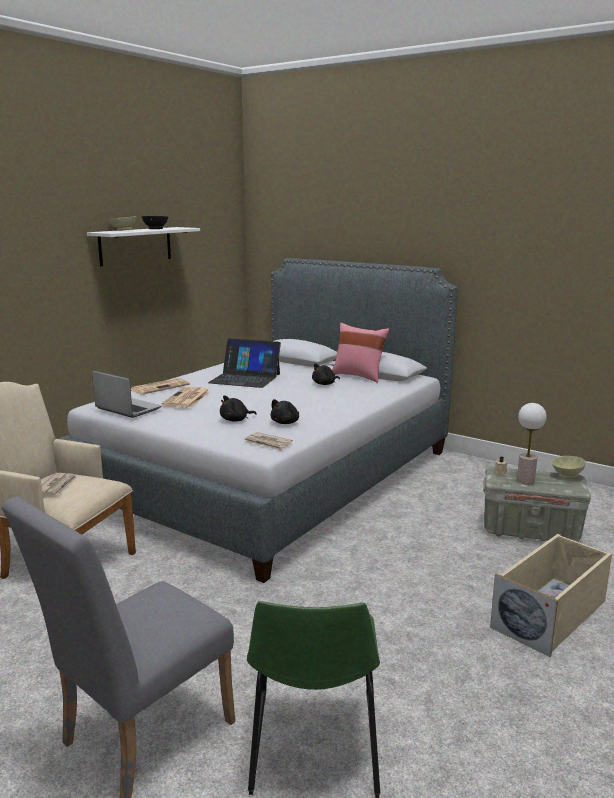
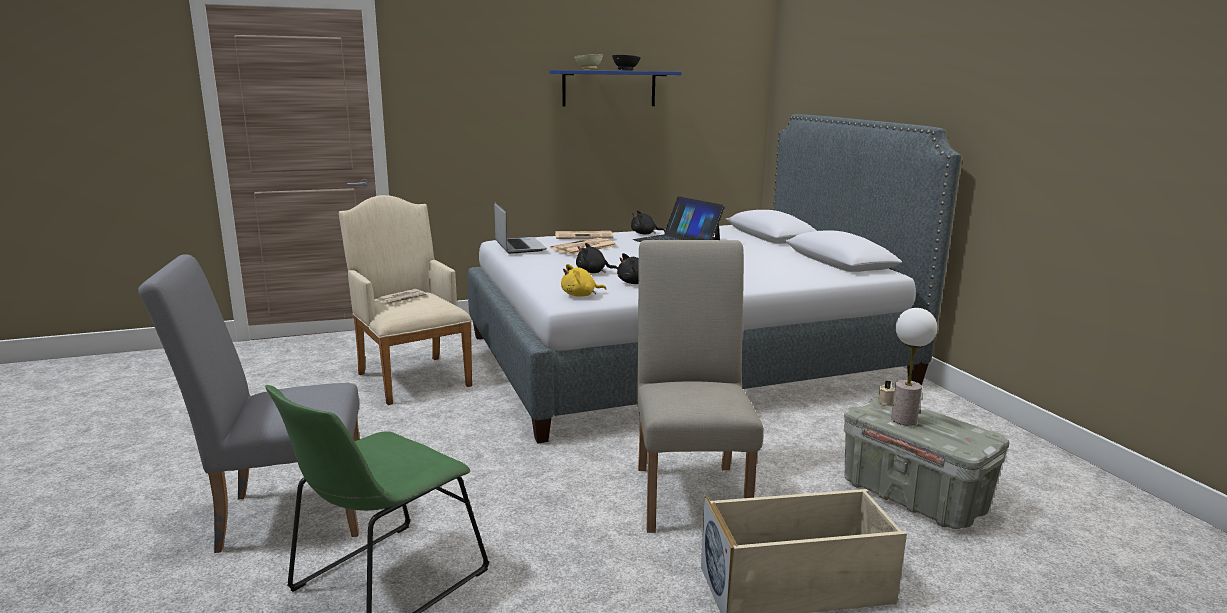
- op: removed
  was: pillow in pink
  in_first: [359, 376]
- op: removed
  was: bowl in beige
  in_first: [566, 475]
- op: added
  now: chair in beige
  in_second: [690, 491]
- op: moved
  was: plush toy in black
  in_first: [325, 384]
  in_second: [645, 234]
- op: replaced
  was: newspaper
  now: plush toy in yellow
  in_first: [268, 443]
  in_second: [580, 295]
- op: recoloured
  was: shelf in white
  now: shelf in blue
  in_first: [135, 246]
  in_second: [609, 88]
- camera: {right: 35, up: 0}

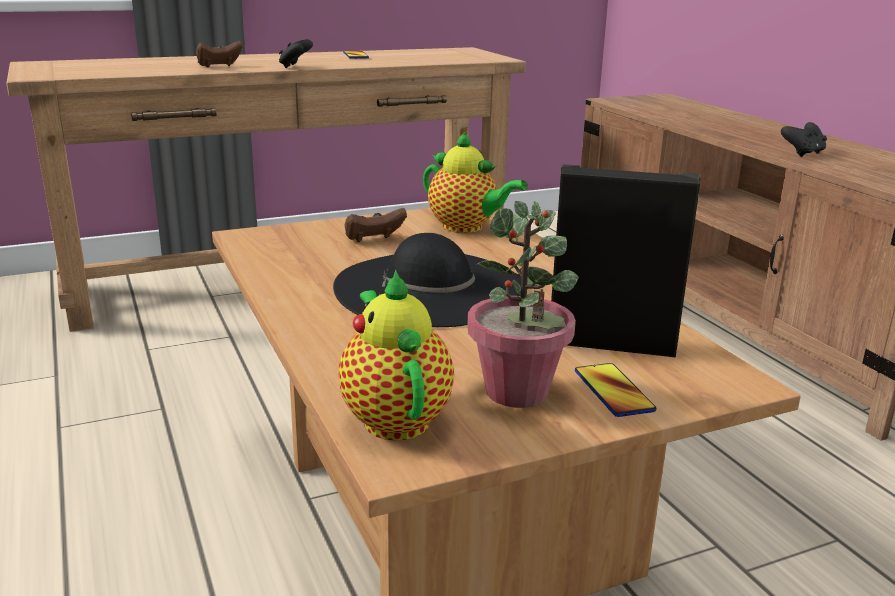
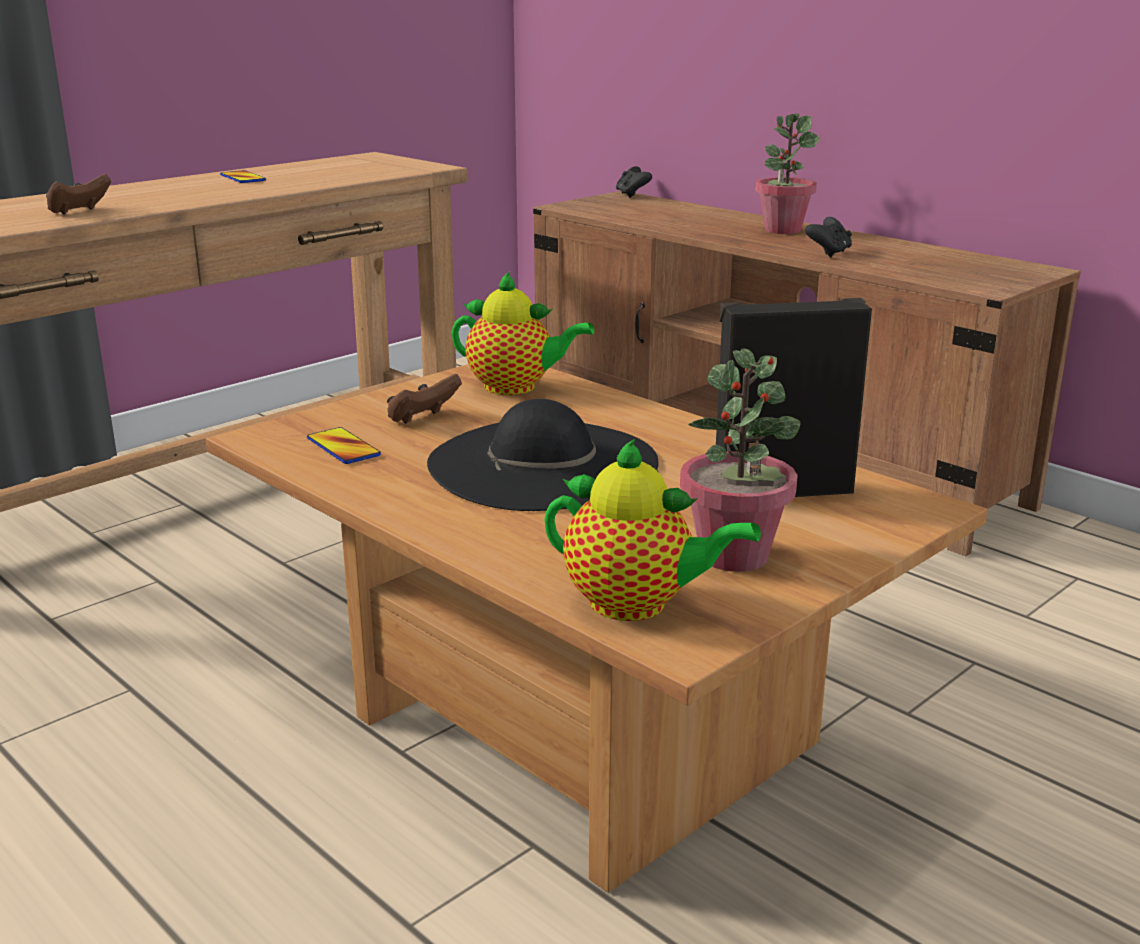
- op: added
  now: potted plant
  in_second: [782, 230]
- op: moved
  was: game controller in black
  in_first: [295, 67]
  in_second: [632, 195]
- op: moved
  was: phone
  in_first: [613, 391]
  in_second: [343, 447]
- op: turned
  was: teapot
  in_first: [394, 417]
  in_second: [636, 604]
  clockwise: 150
- camera: {right: -20, up: 0}

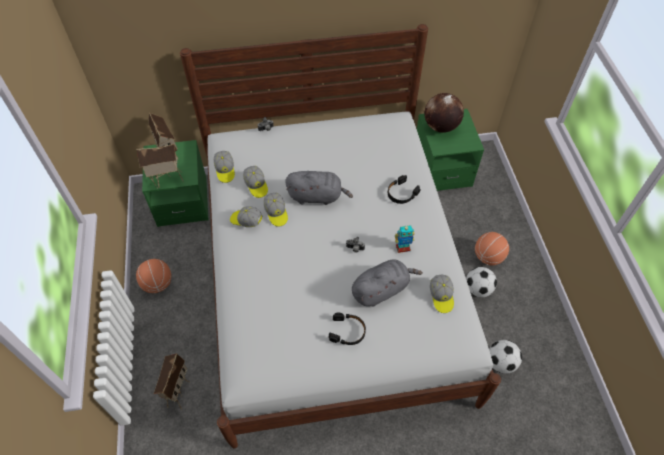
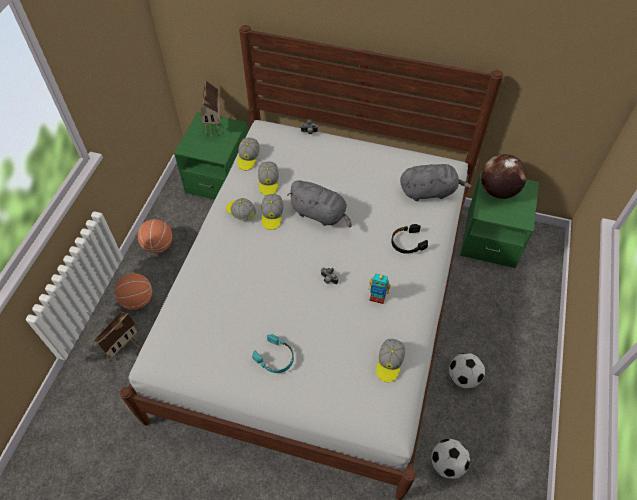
- op: removed
  was: toy house
  in_first: [167, 181]
- op: moved
  was: plush toy in grey
  in_first: [381, 289]
  in_second: [429, 191]
- op: moved
  was: basketball
  in_first: [488, 257]
  in_second: [138, 300]
- op: recoloured
  was: headphones in black
  now: headphones in turquoise
  in_first: [347, 331]
  in_second: [275, 357]
- camera: {right: 25, up: 0}

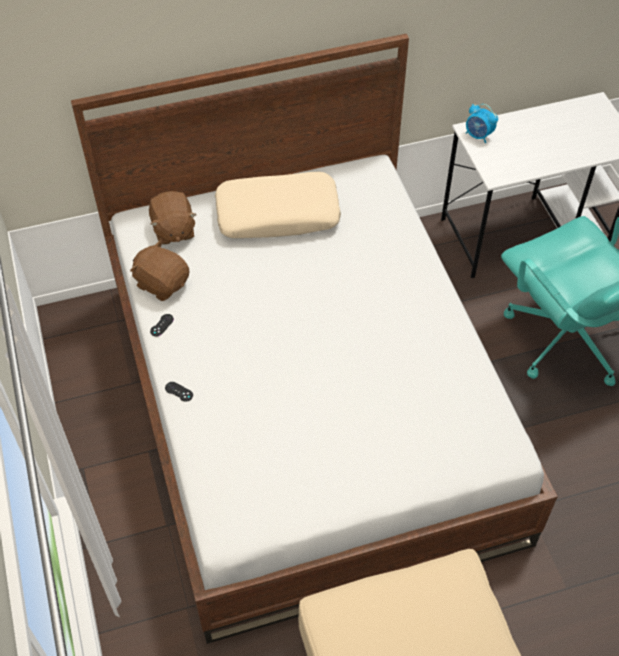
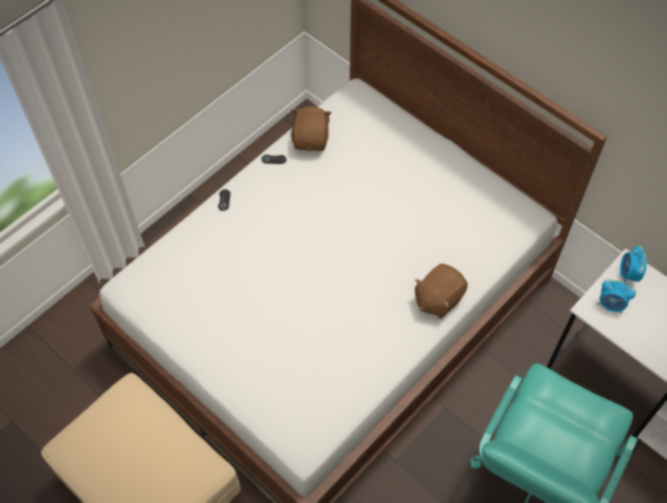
- op: removed
  was: pillow in beige
  in_first: [278, 214]
- op: added
  now: alarm clock
  in_second: [611, 304]
- op: moved
  was: plush toy in brown
  in_first: [173, 230]
  in_second: [438, 298]
- camera: {right: 60, up: 5}

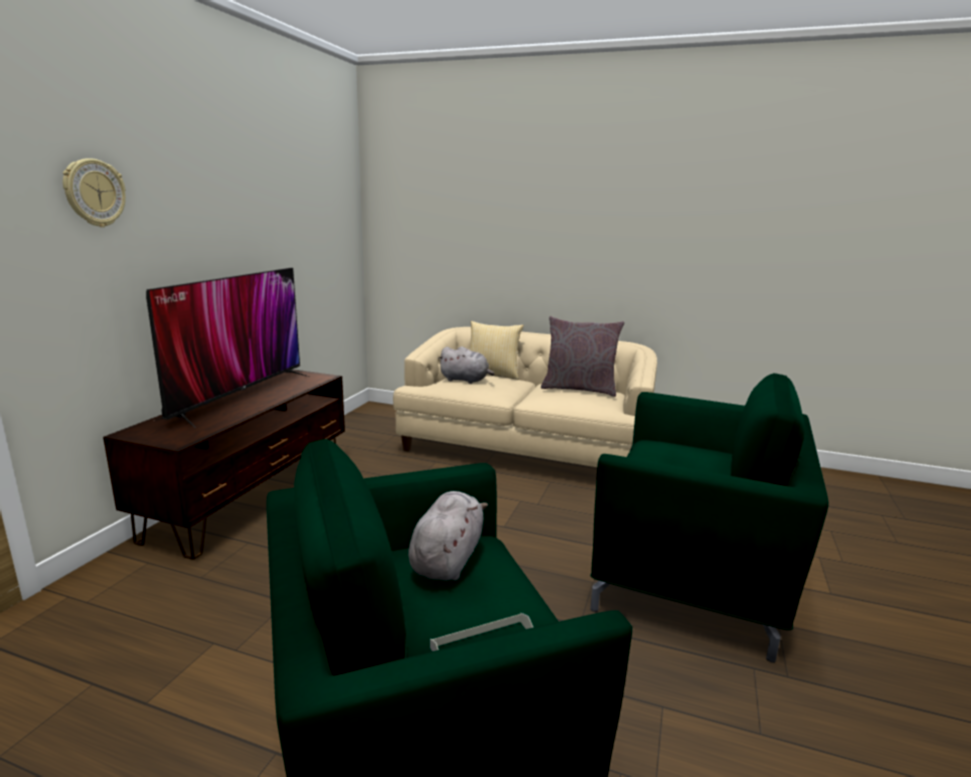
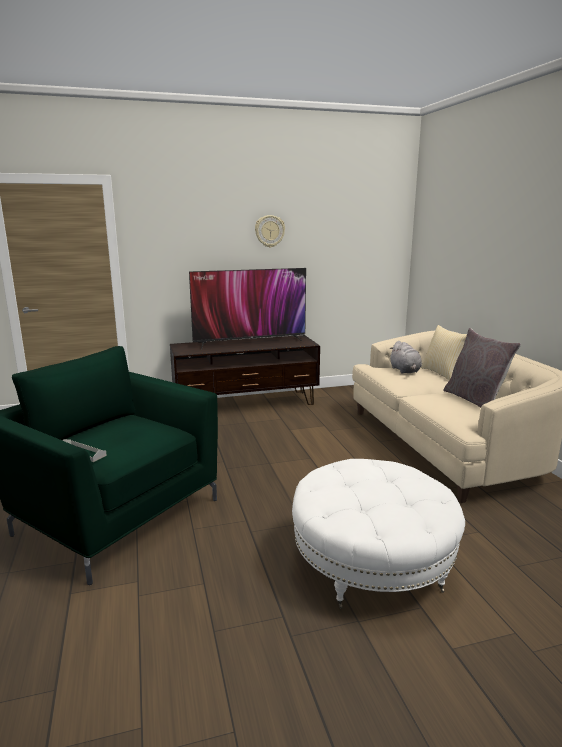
- op: removed
  was: plush toy in grey
  in_first: [448, 559]
- op: moved
  was: wall clock
  in_first: [94, 193]
  in_second: [269, 231]
- op: replaced
  was: armchair in green
  now: ottoman in white
  in_first: [693, 575]
  in_second: [372, 563]
- camera: {right: 55, up: 0}

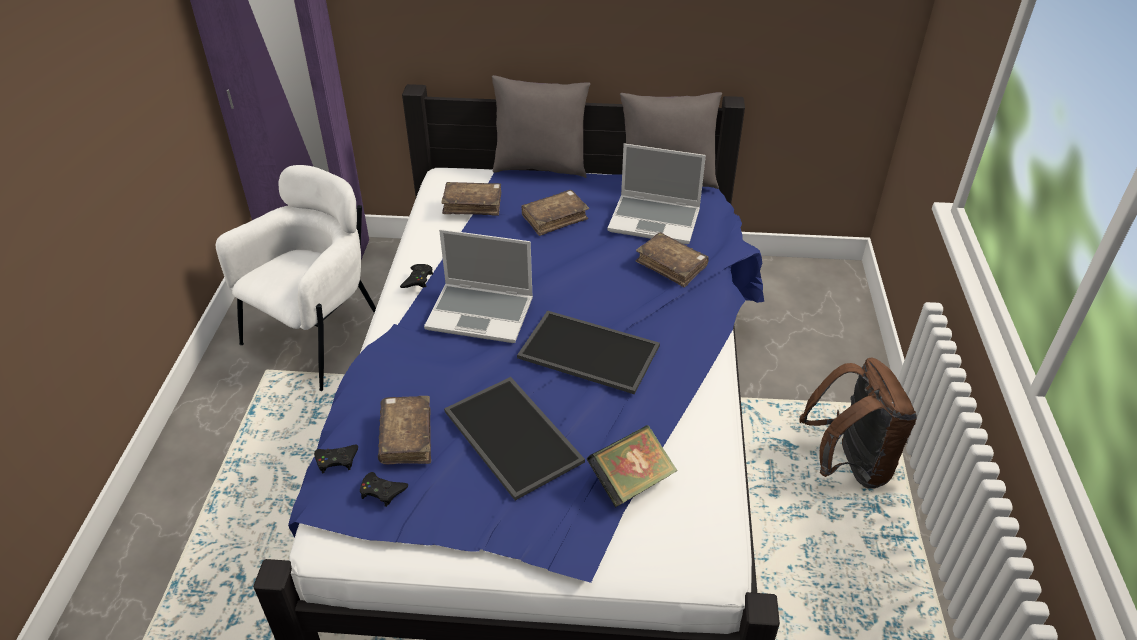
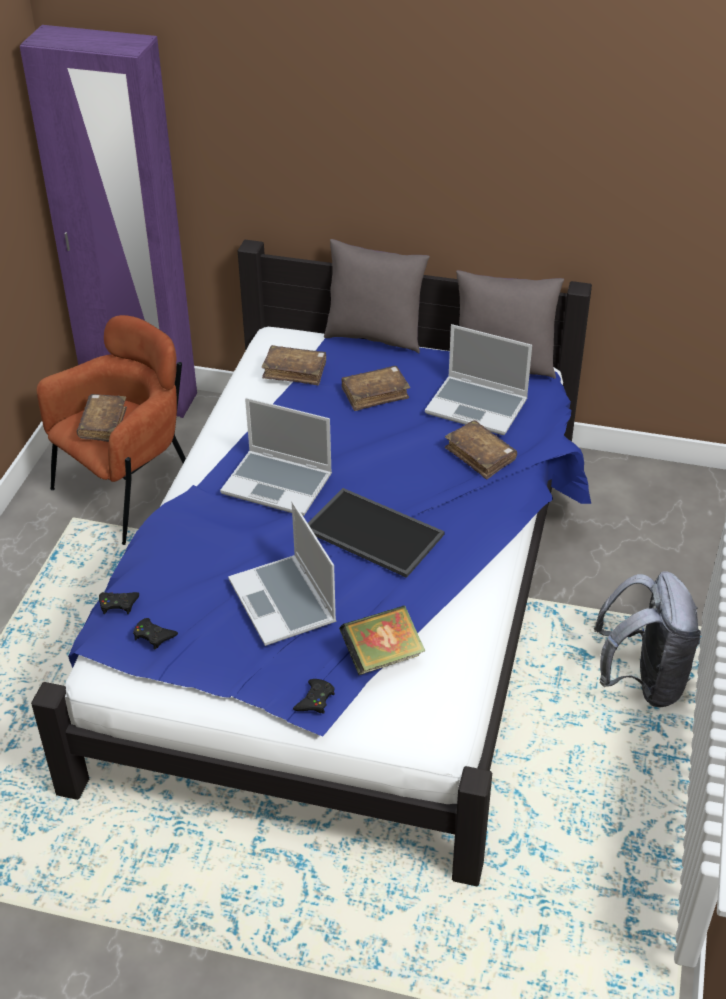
- op: moved
  was: book in brown
  in_first: [406, 437]
  in_second: [103, 424]
- op: moved
  was: game controller in black
  in_first: [417, 279]
  in_second: [315, 700]
- op: replaced
  was: tray
  now: laptop
  in_first: [515, 436]
  in_second: [284, 602]
- op: recoloured
  was: armchair in white
  now: armchair in brown
  in_first: [318, 338]
  in_second: [129, 491]
- op: recoloured
  was: backpack in brown
  now: backpack in grey
  in_first: [848, 464]
  in_second: [642, 681]
- camera: {right: 10, up: 0}

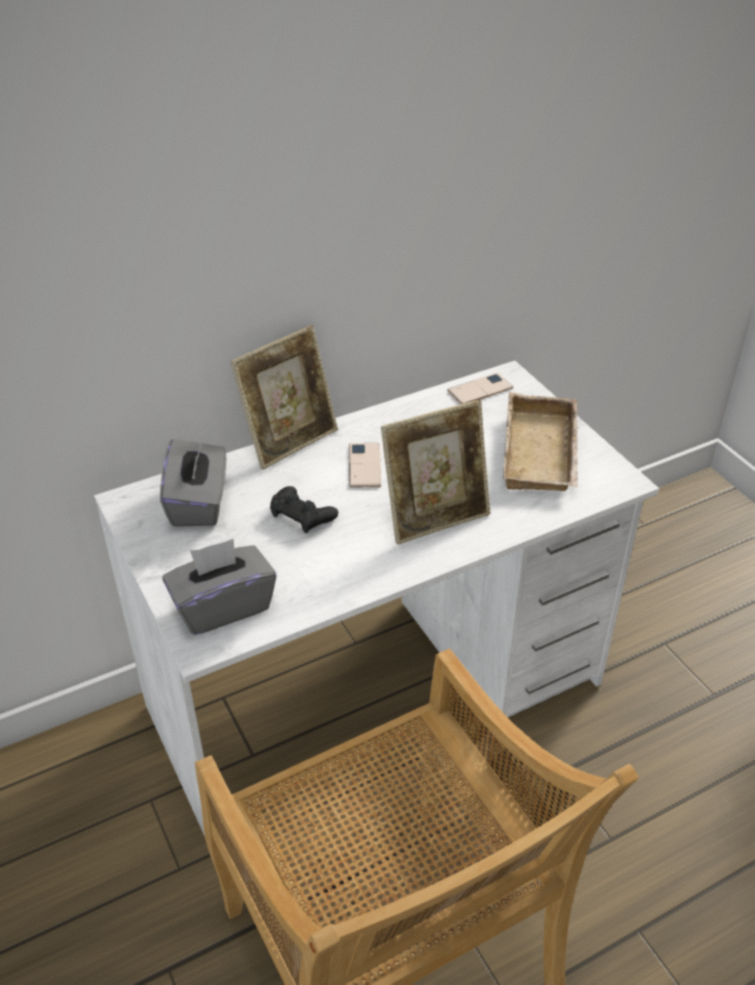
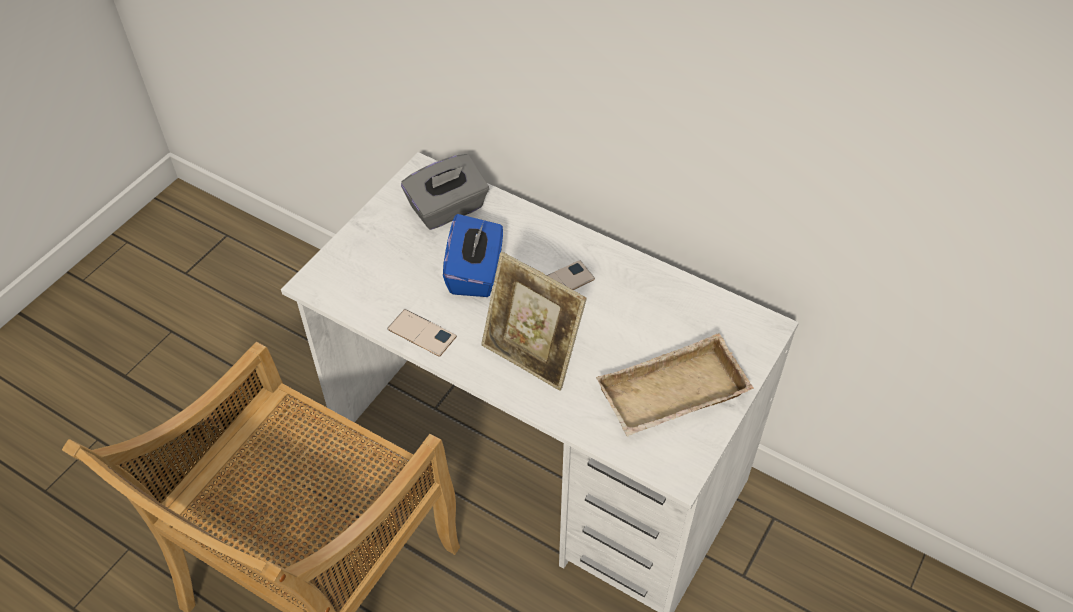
- op: removed
  was: tissue box in grey
  in_first: [222, 606]
- op: removed
  was: picture frame
  in_first: [290, 441]
- op: moved
  was: phone
  in_first: [480, 389]
  in_second: [422, 333]
- op: replaced
  was: game controller in black
  now: tissue box in blue
  in_first: [302, 515]
  in_second: [475, 273]
- camera: {right: 60, up: 10}

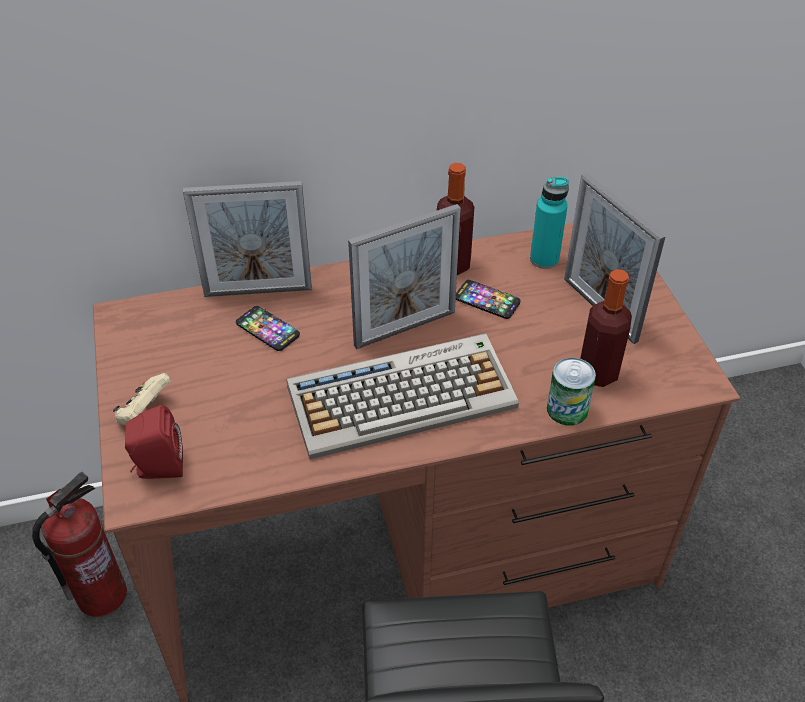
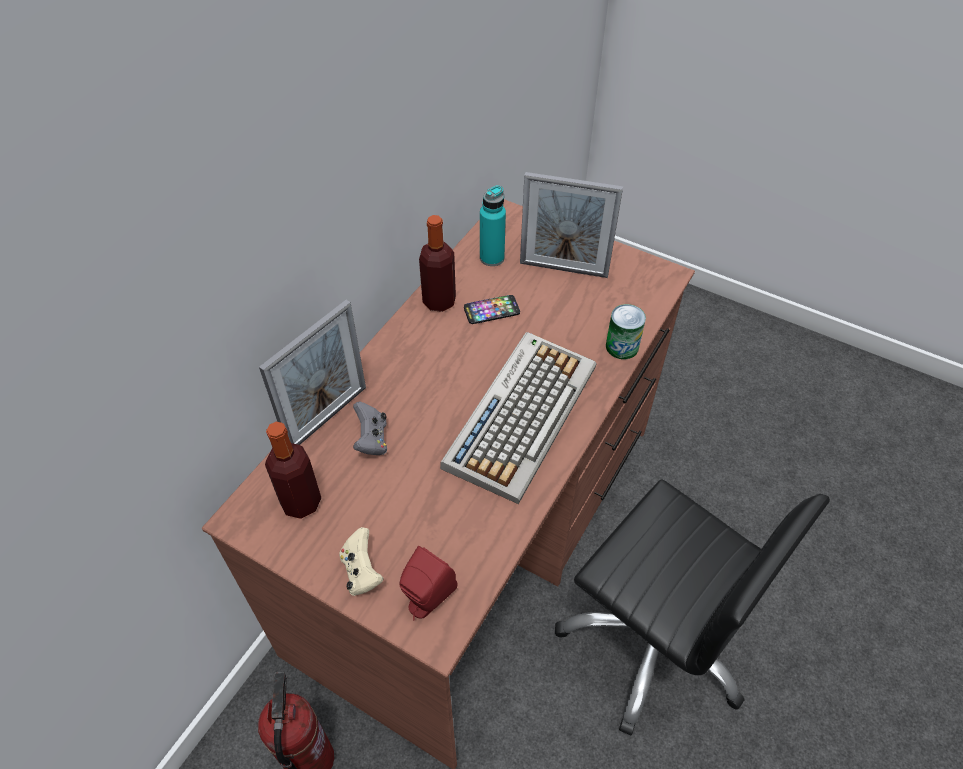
- op: removed
  was: picture frame
  in_first: [405, 329]
- op: moved
  was: bottle
  in_first: [597, 373]
  in_second: [301, 502]
- op: replaced
  was: phone
  now: game controller in grey
  in_first: [268, 329]
  in_second: [372, 439]
- camera: {right: -45, up: 5}

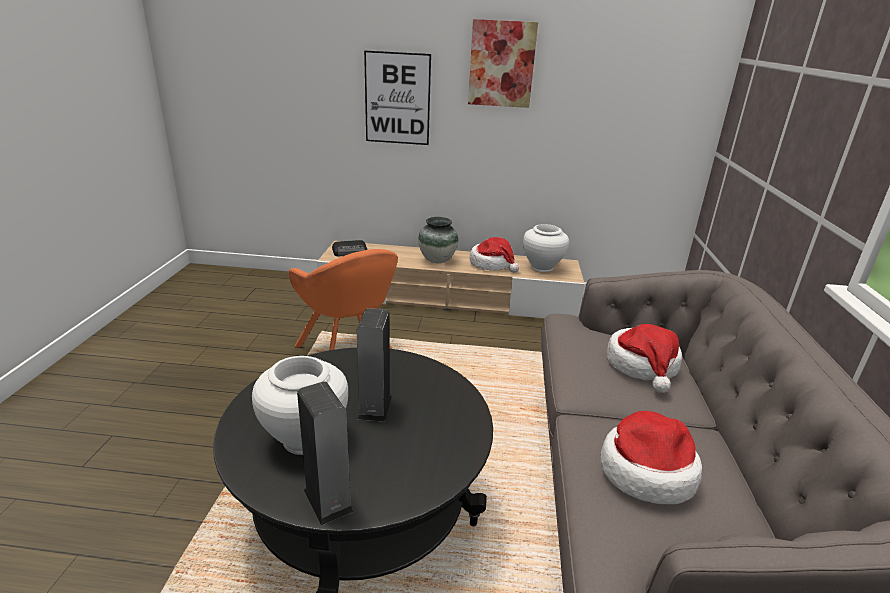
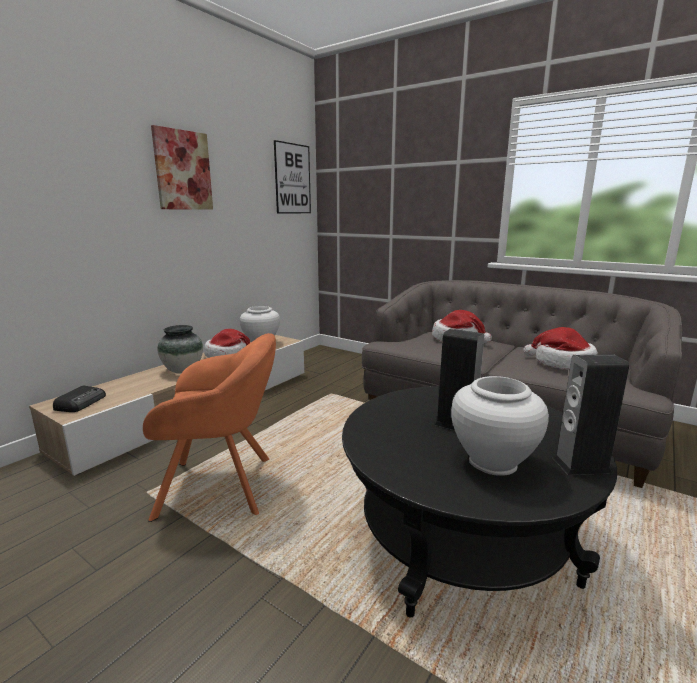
- op: moved
  was: picture
  in_first: [397, 99]
  in_second: [292, 179]
- camera: {right: -60, up: -10}

